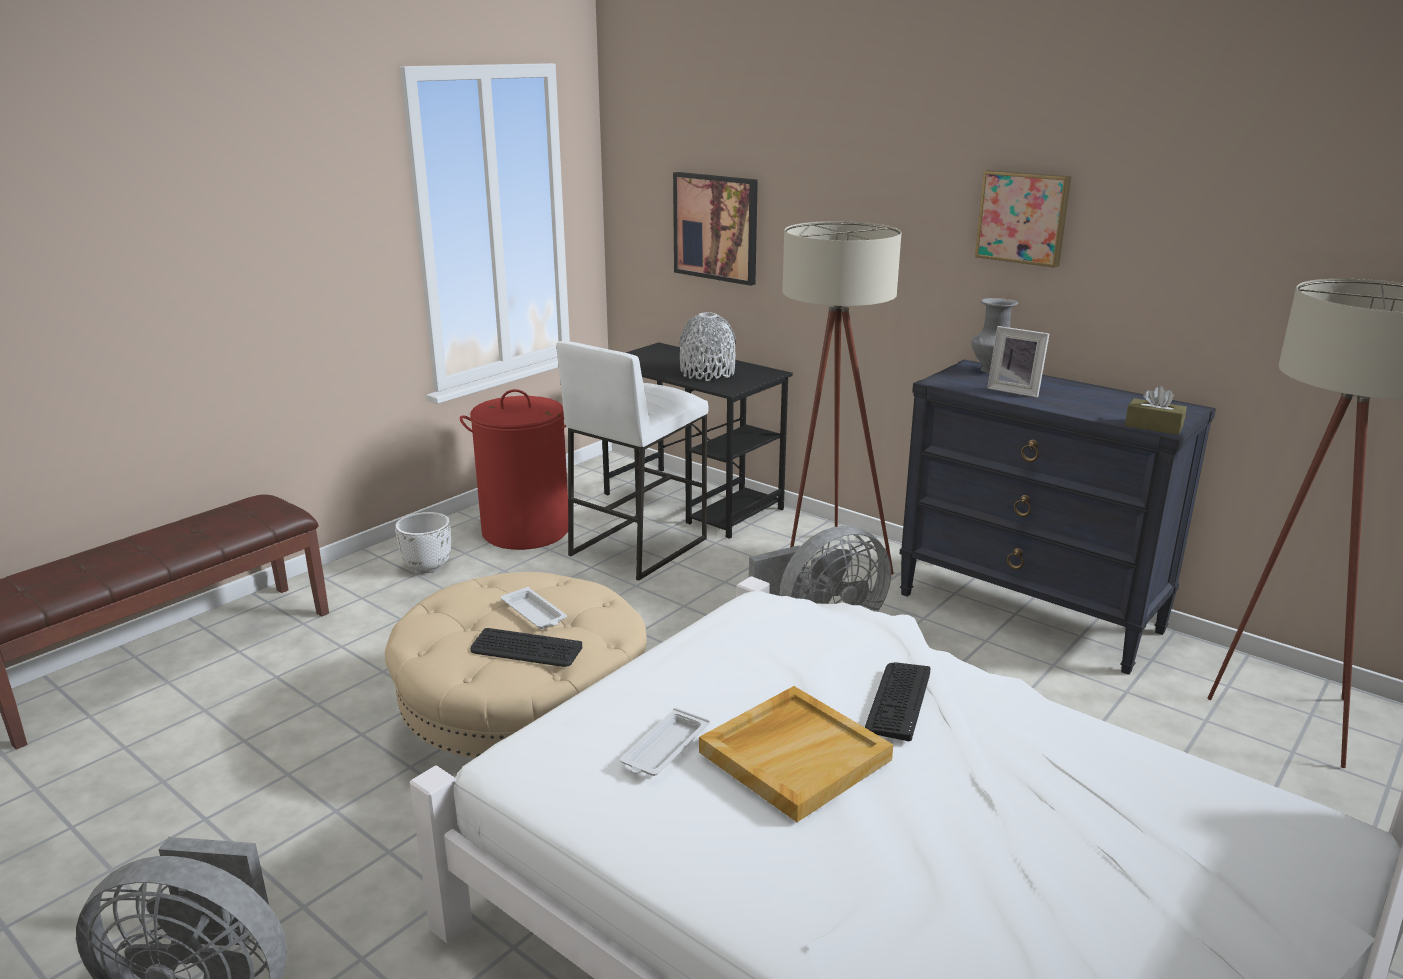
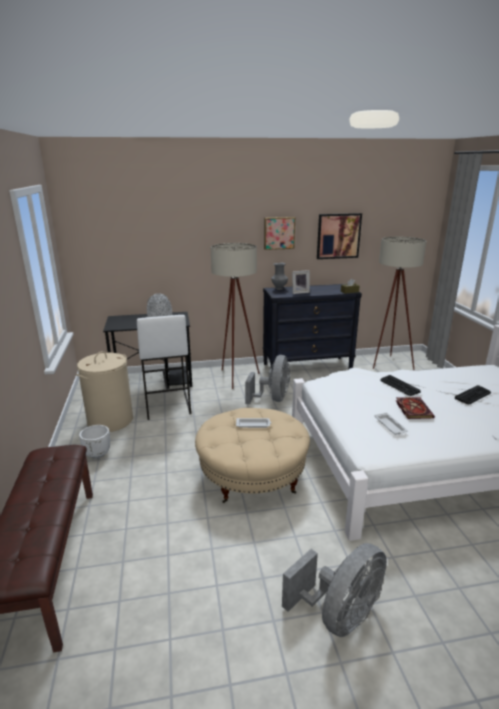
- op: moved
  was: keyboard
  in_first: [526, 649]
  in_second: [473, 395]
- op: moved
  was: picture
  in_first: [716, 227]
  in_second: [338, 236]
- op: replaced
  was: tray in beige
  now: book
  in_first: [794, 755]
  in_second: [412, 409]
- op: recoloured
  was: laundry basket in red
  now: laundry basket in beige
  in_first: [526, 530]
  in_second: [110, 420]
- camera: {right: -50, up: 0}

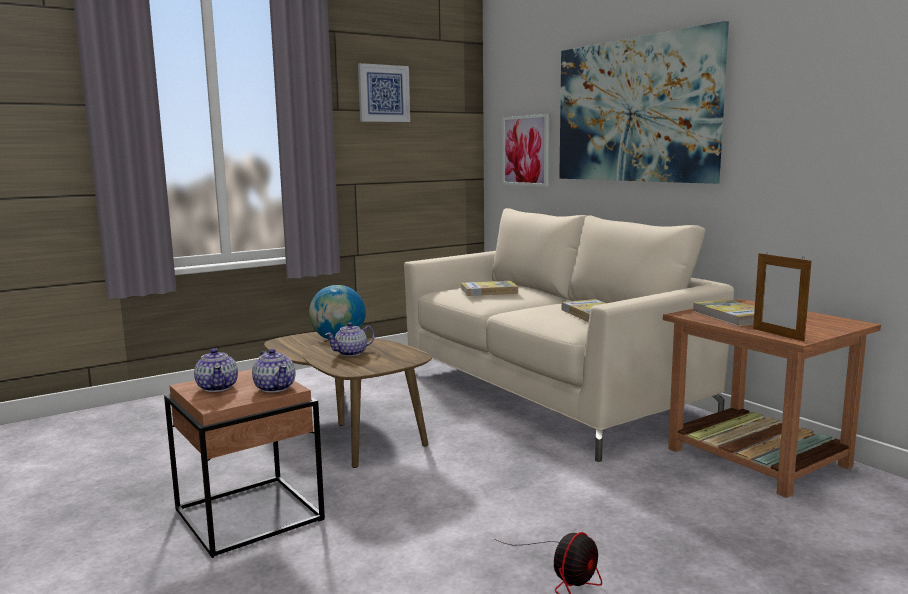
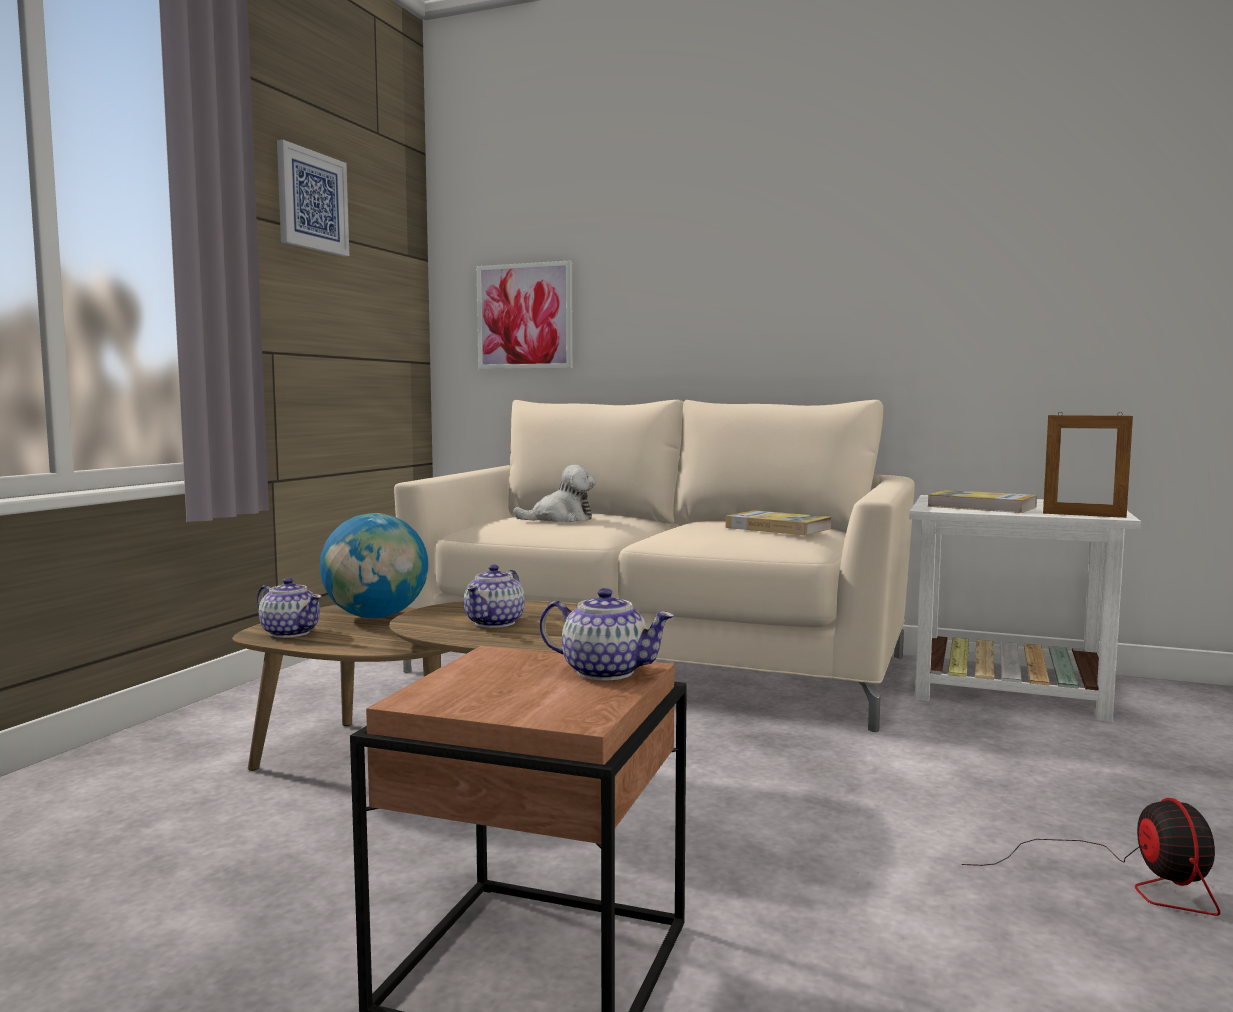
- op: removed
  was: picture
  in_first: [634, 110]
- op: moved
  was: teapot
  in_first: [218, 387]
  in_second: [290, 632]
- op: replaced
  was: book
  now: plush toy
  in_first: [489, 291]
  in_second: [560, 519]
- op: recoloured
  was: side table in brown
  now: side table in white
  in_first: [759, 458]
  in_second: [1011, 688]
- camera: {right: -35, up: -5}

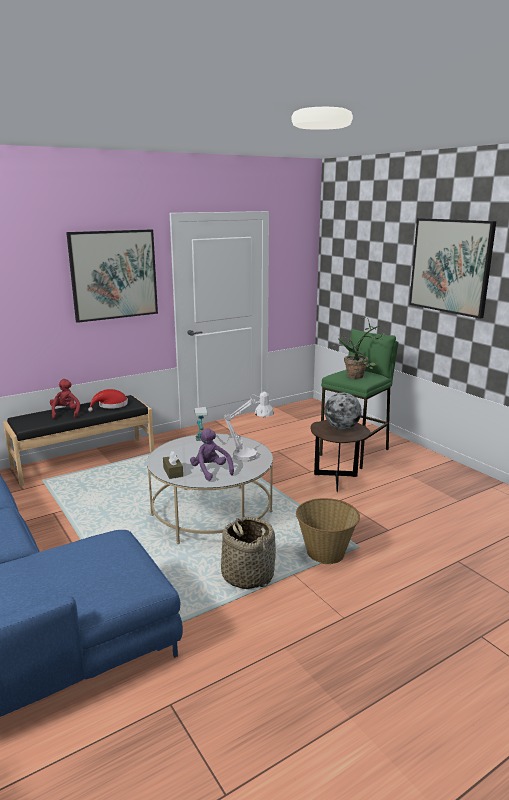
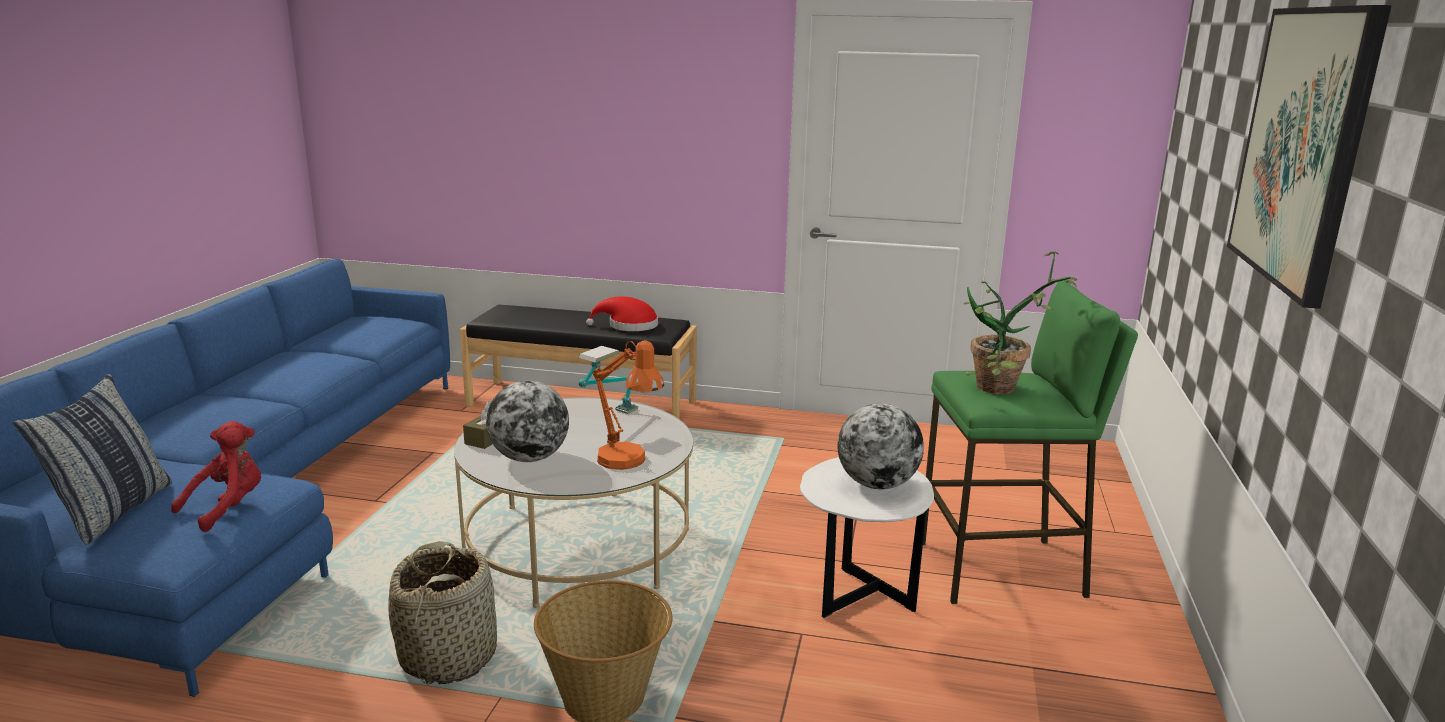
- op: removed
  was: picture
  in_first: [114, 275]
- op: added
  now: pillow
  in_second: [113, 512]
- op: moved
  was: plush toy in red
  in_first: [66, 413]
  in_second: [228, 508]
- op: replaced
  was: plush toy in purple
  now: globe
  in_first: [210, 471]
  in_second: [529, 458]
- op: recoloured
  was: table lamp in white
  now: table lamp in orange
  in_first: [250, 456]
  in_second: [628, 462]
- op: recoloured
  was: side table in brown
  now: side table in white
  in_first: [337, 482]
  in_second: [858, 601]
- camera: {right: 45, up: 0}

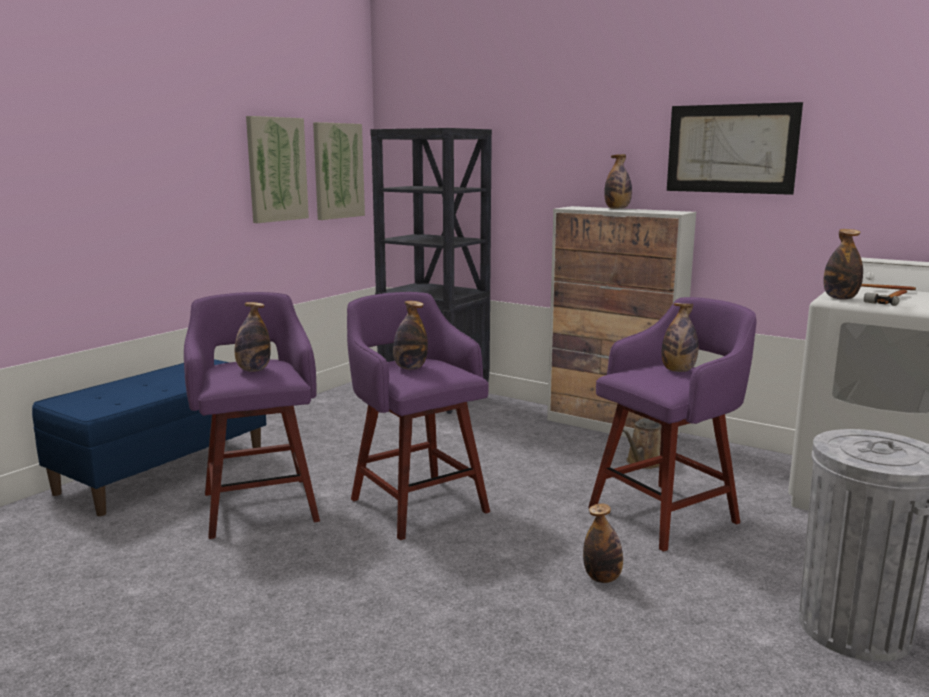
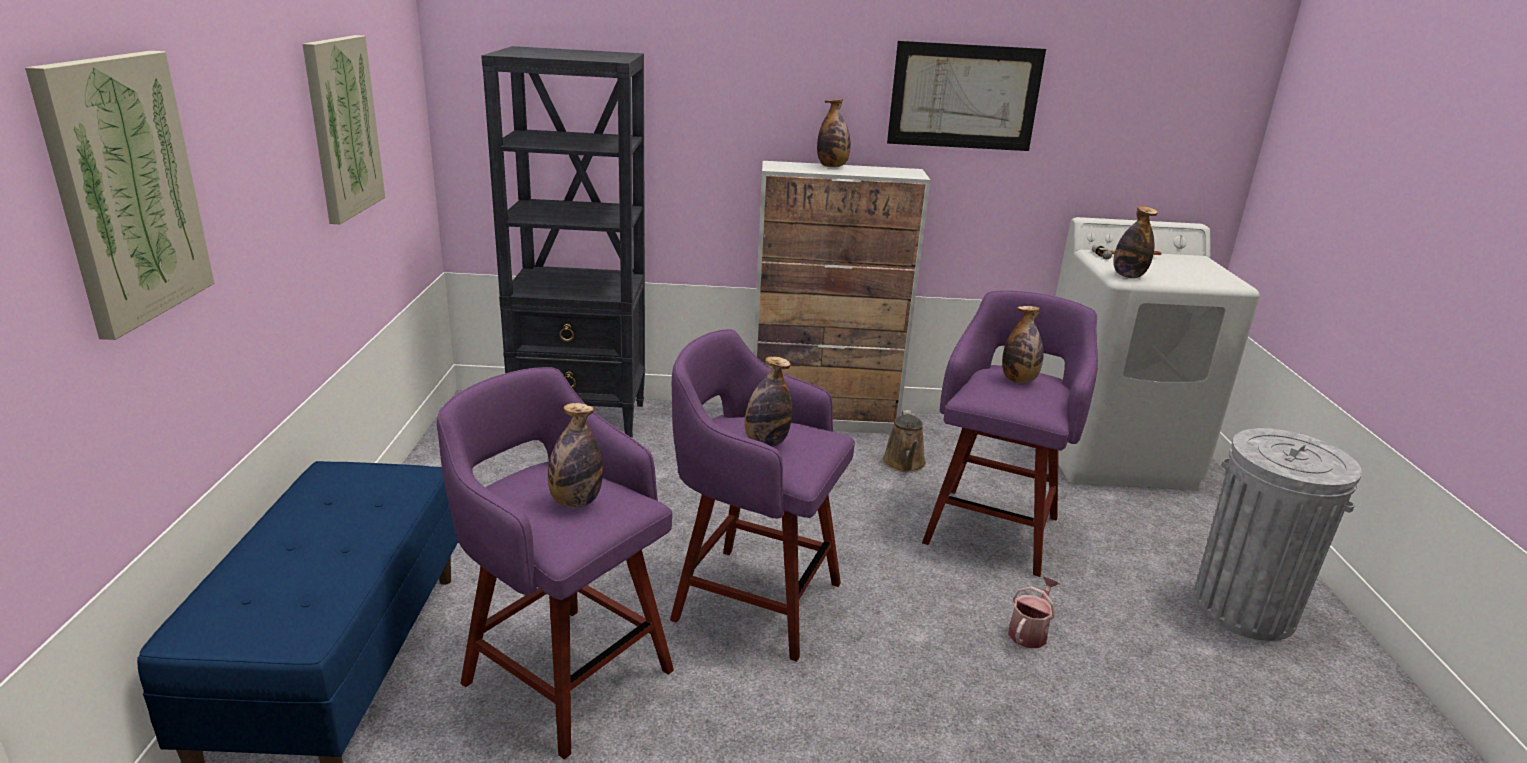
- op: removed
  was: hammer
  in_first: [890, 300]
- op: moved
  was: picture
  in_first: [338, 171]
  in_second: [125, 190]
- op: replaced
  was: bottle
  now: watering can
  in_first: [602, 578]
  in_second: [1029, 631]
- camera: {right: -35, up: 10}

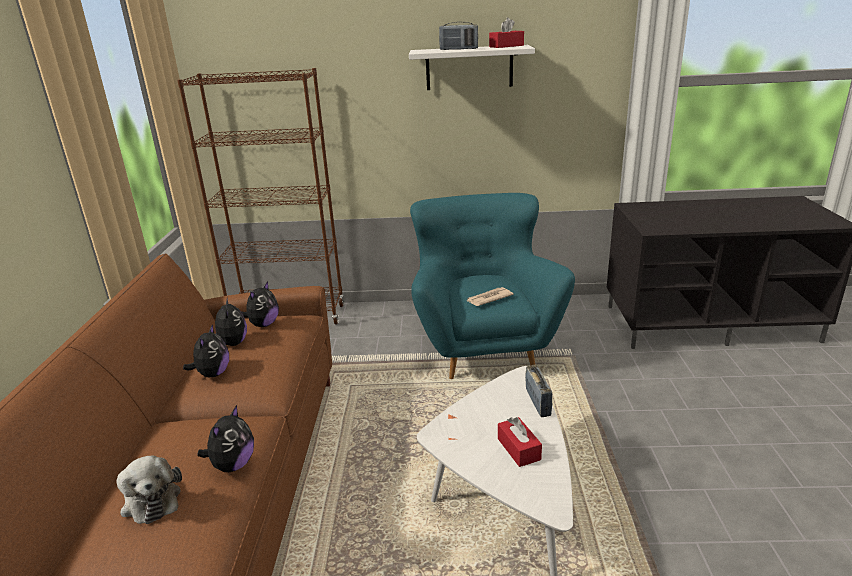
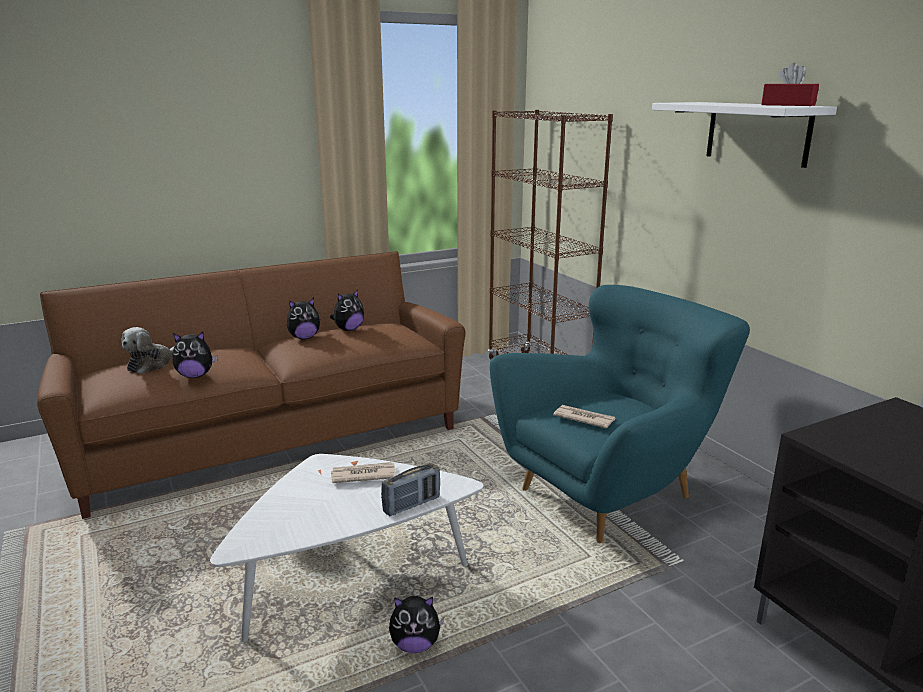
- op: removed
  was: radio
  in_first: [458, 49]
- op: removed
  was: tissue box in red
  in_first: [518, 449]
- op: added
  now: newspaper
  in_second: [362, 475]
- op: moved
  was: plush toy
  in_first: [263, 324]
  in_second: [415, 645]
- camera: {right: 60, up: -5}

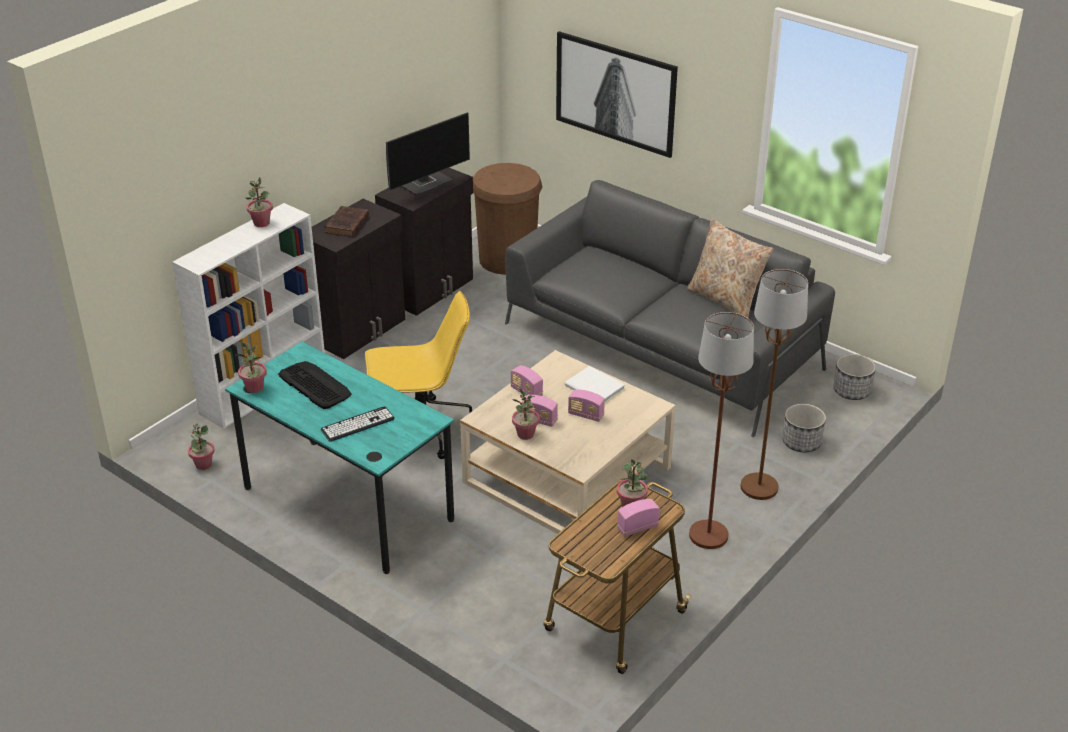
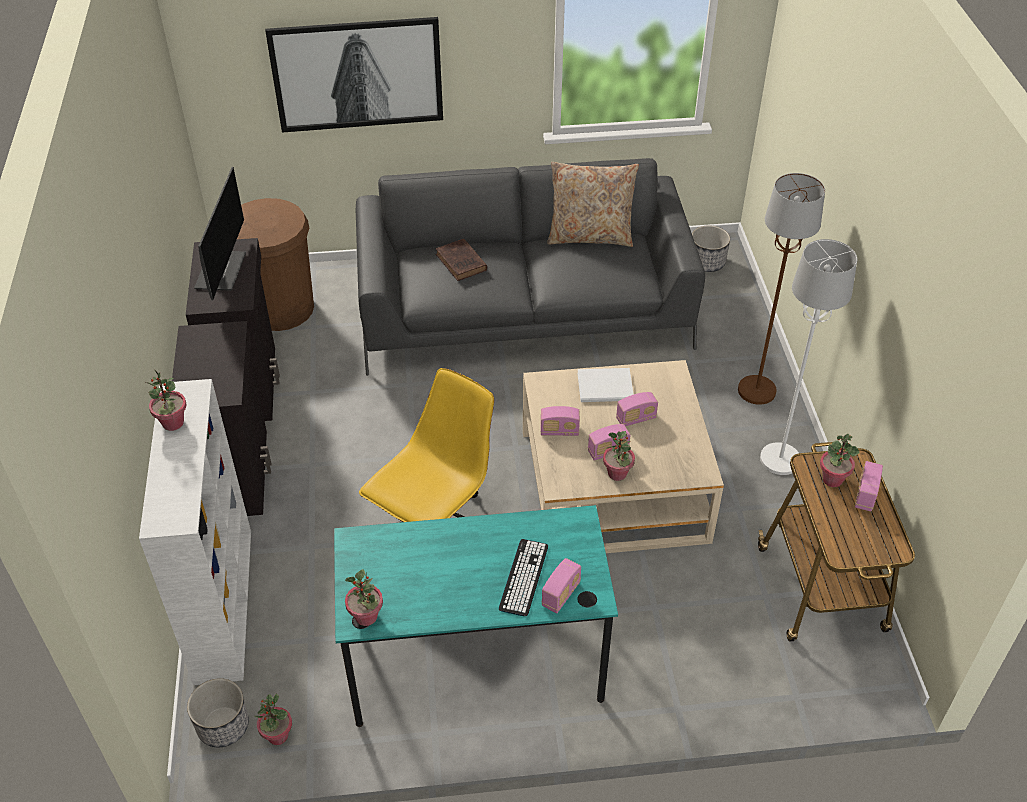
- op: removed
  was: keyboard
  in_first: [314, 385]
- op: added
  now: radio
  in_second: [561, 594]
- op: moved
  was: book in brown
  in_first: [346, 225]
  in_second: [462, 263]
- op: moved
  was: planter
  in_first: [801, 443]
  in_second: [223, 726]
- op: recoloured
  was: floor lamp in brown
  now: floor lamp in white
  in_first: [708, 535]
  in_second: [779, 459]
- camera: {right: -45, up: 10}

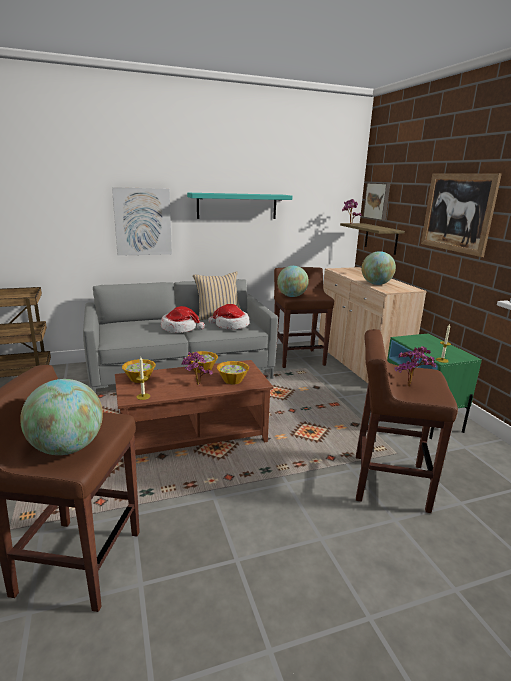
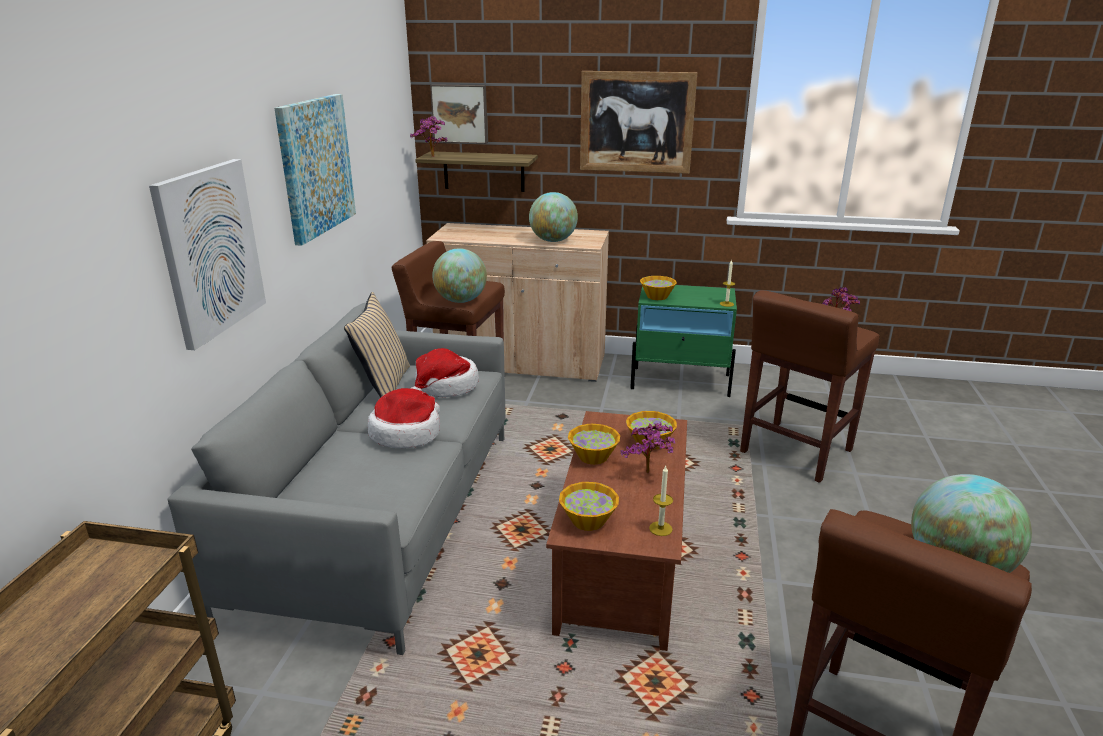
- op: added
  now: bowl
  in_second: [657, 296]
- op: replaced
  was: shelf in turquoise
  now: picture
  in_first: [237, 206]
  in_second: [315, 166]
- camera: {right: -60, up: 5}

